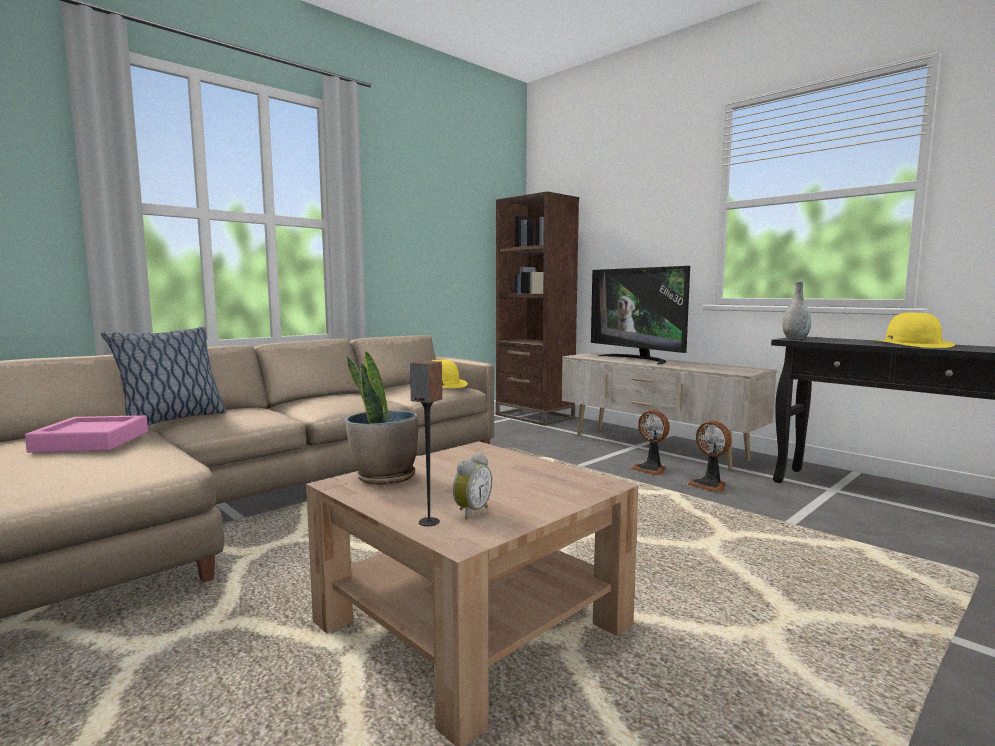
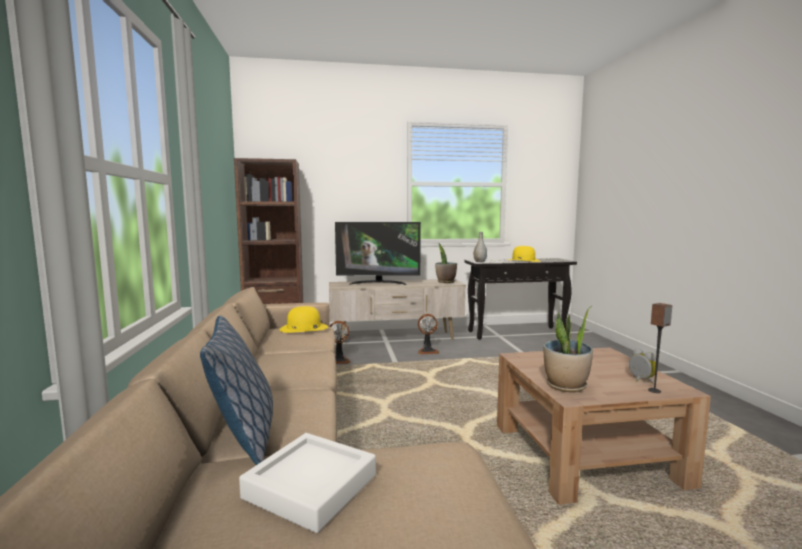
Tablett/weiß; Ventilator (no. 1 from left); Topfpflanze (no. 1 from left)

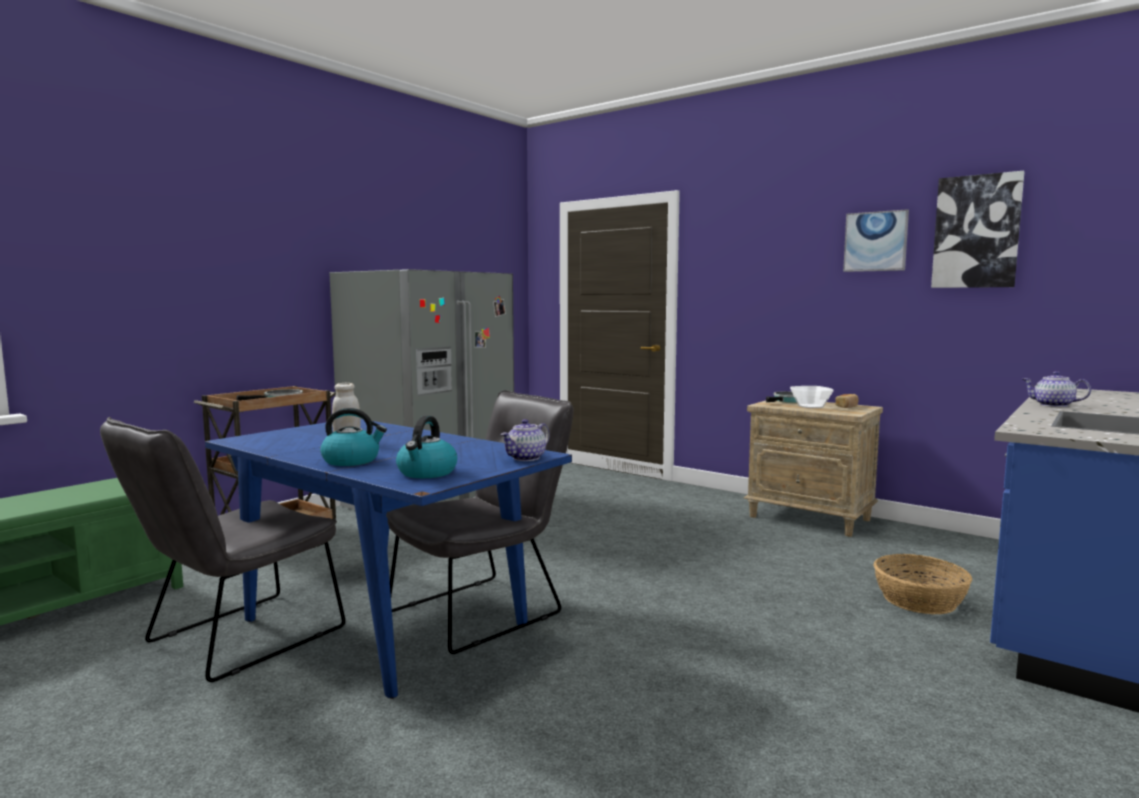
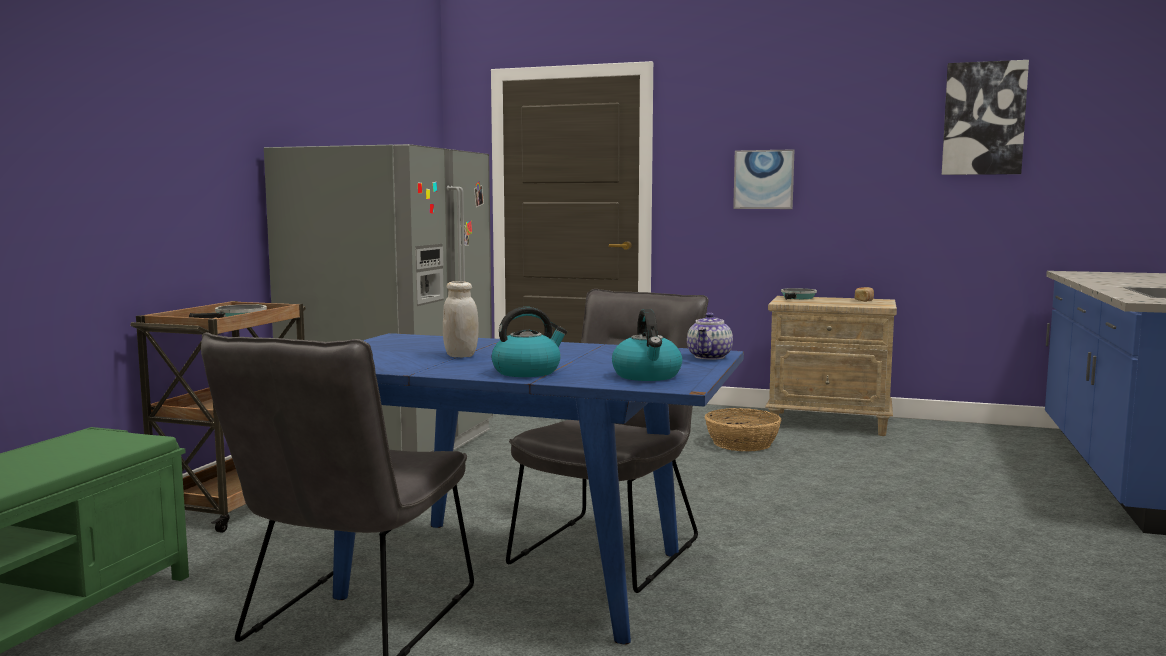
Schüssel; Bild (no. 1 from left); Korb; Teekanne (no. 2 from left in the first image)

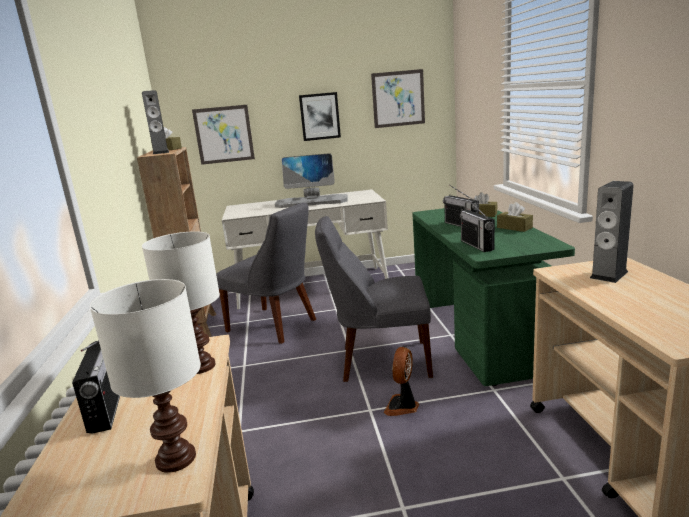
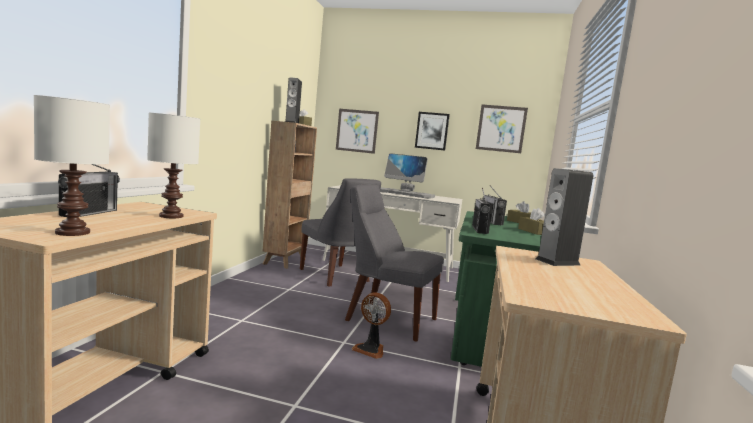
Ventilator

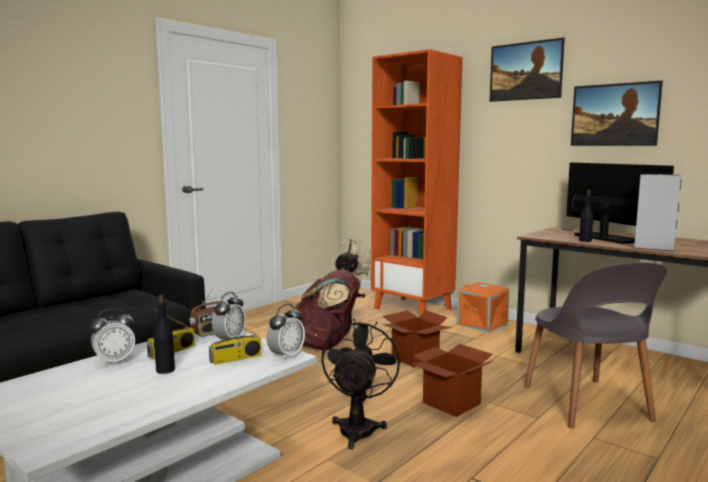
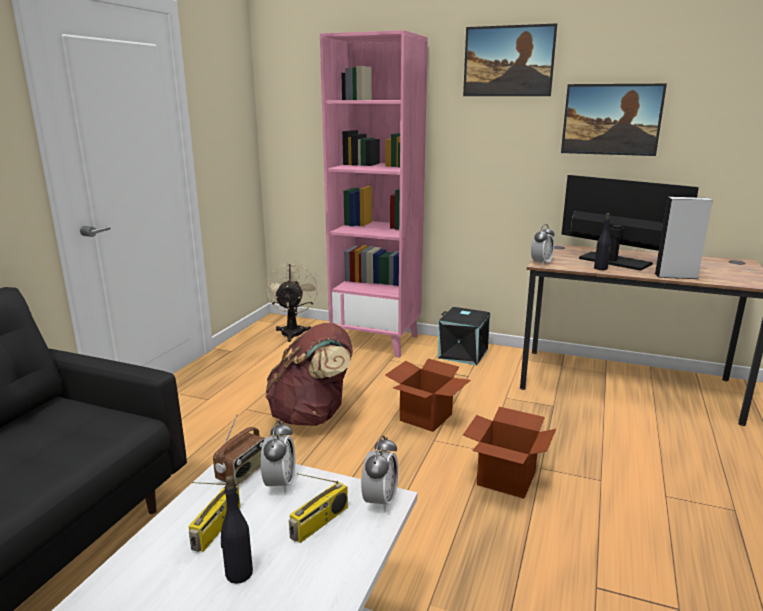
Wecker (no. 3 from left); Ventilator/schwarz; Bücherregal/rosa; Aufbewahrungsbox/schwarz; Stuhl/grau

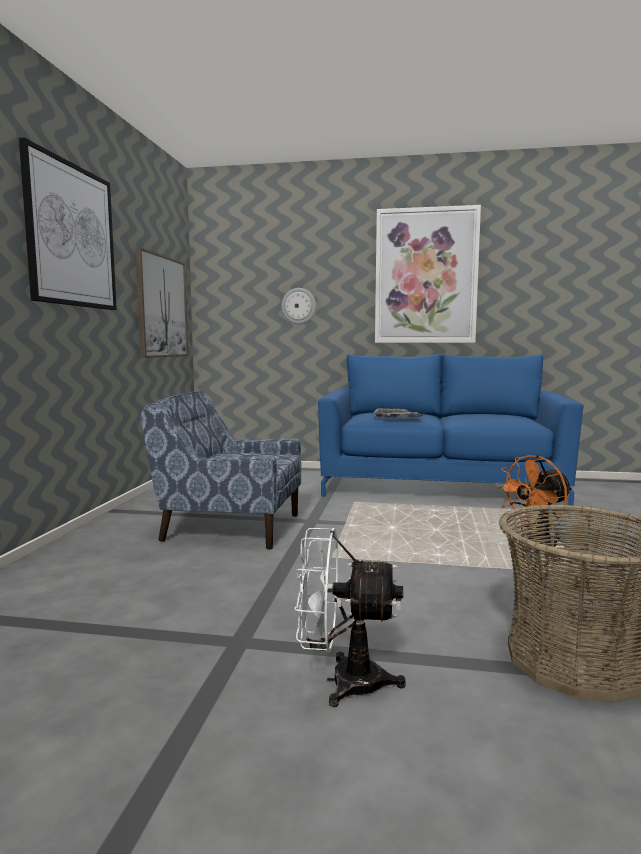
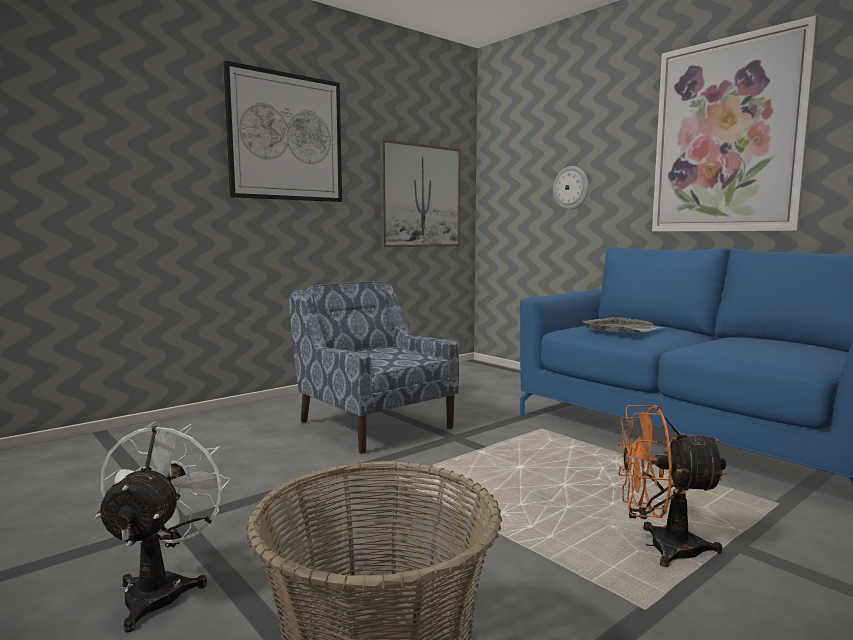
Ventilator/weiß

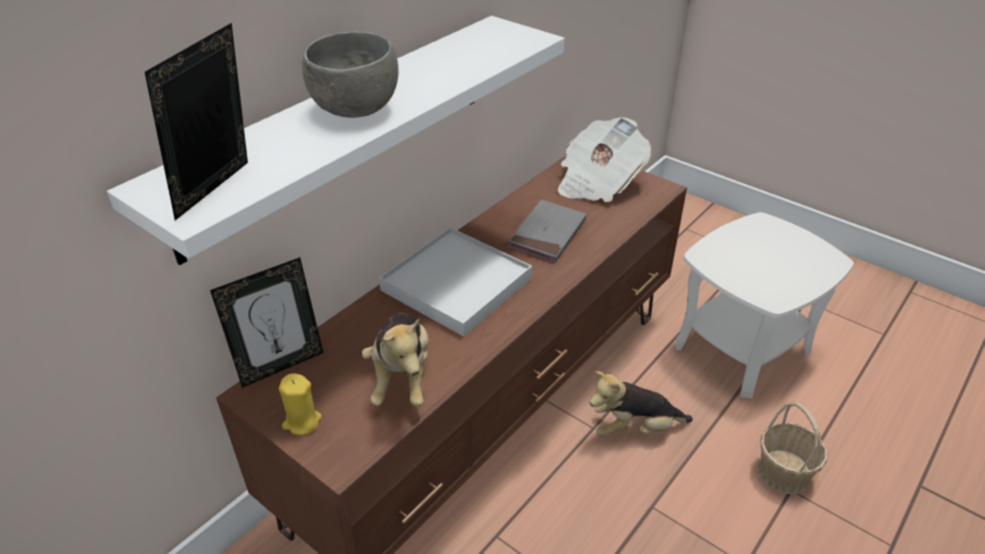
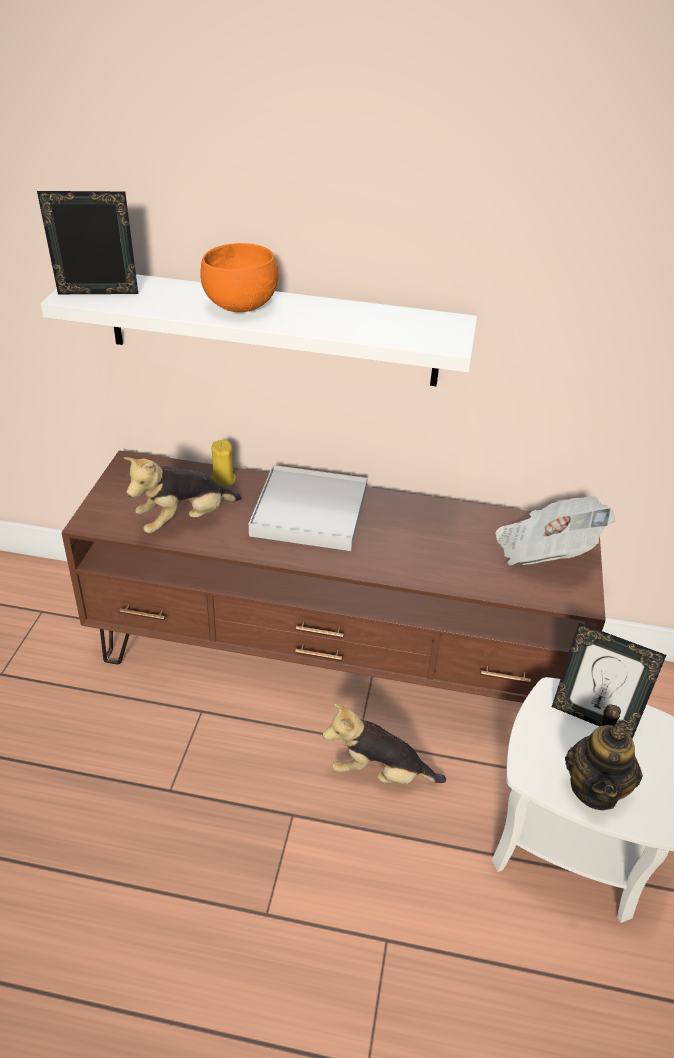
Bilderrahmen (no. 2 from left); Kerze/gelb; Schüssel/orange; Buch/grau; Plüschtier (no. 2 from left); Korb; Teekanne

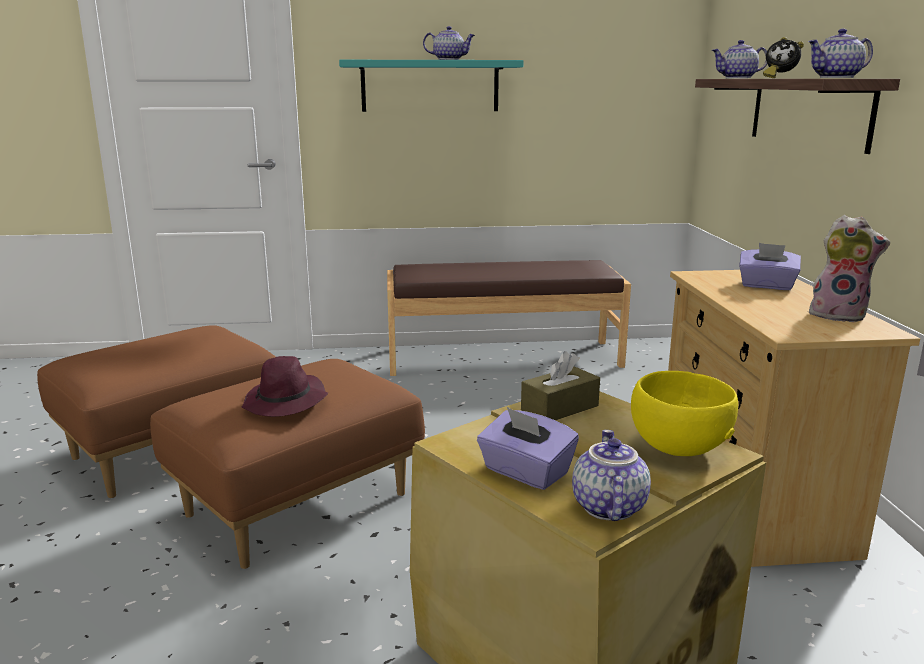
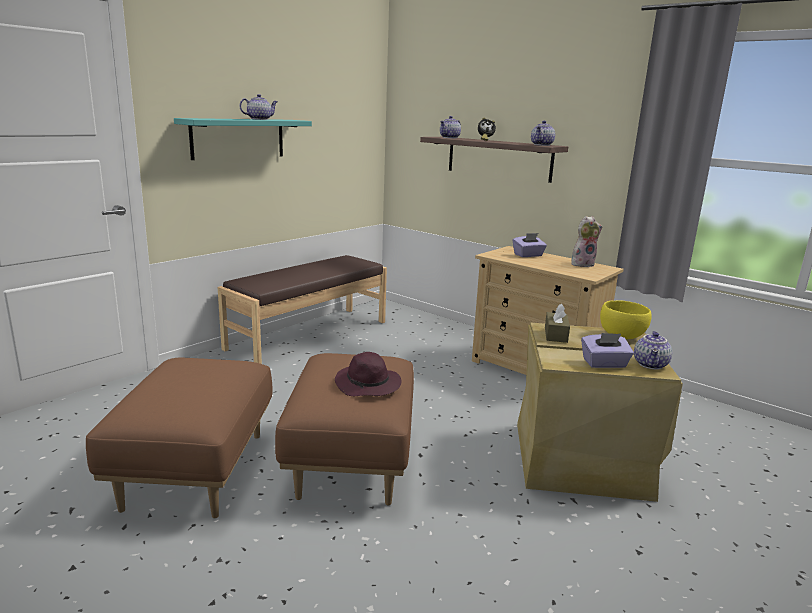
Teekanne (no. 4 from left)

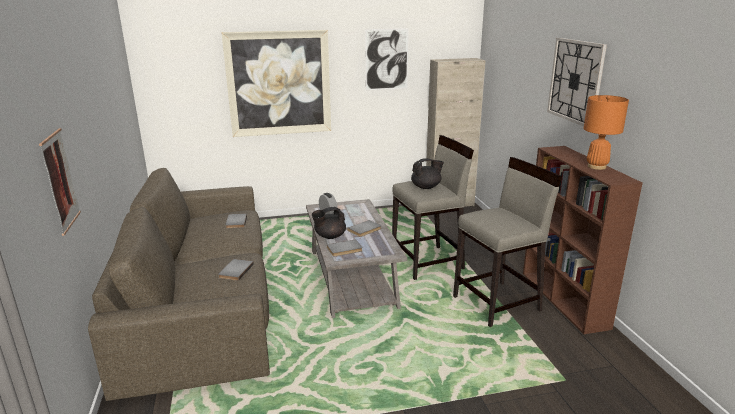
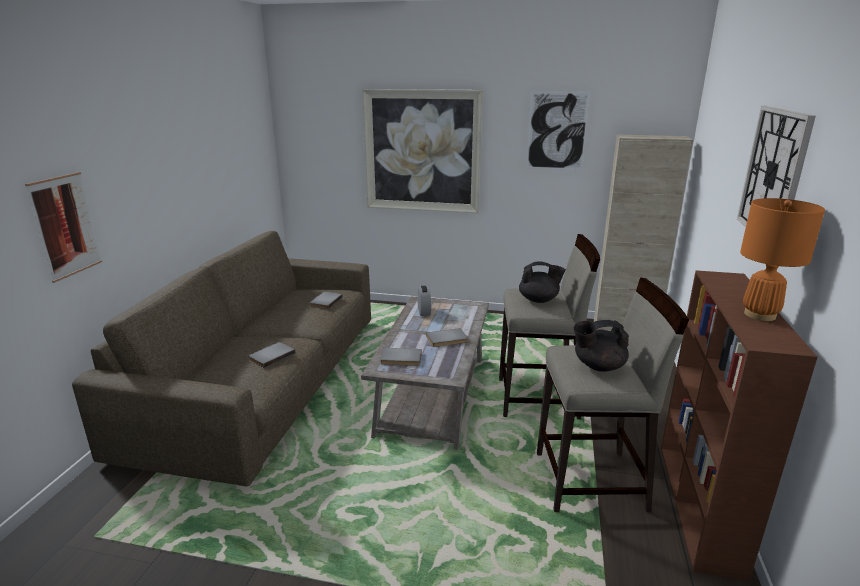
Teekanne/schwarz (no. 2 from left)

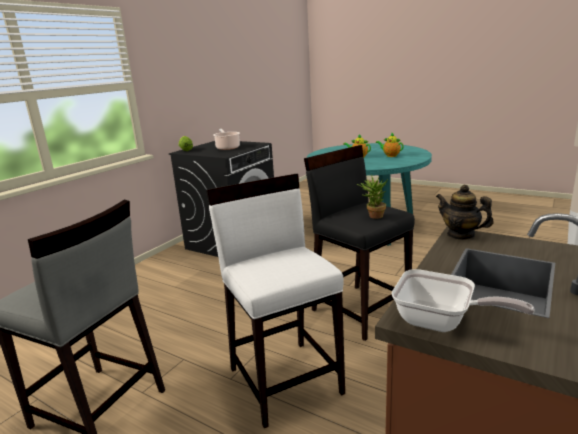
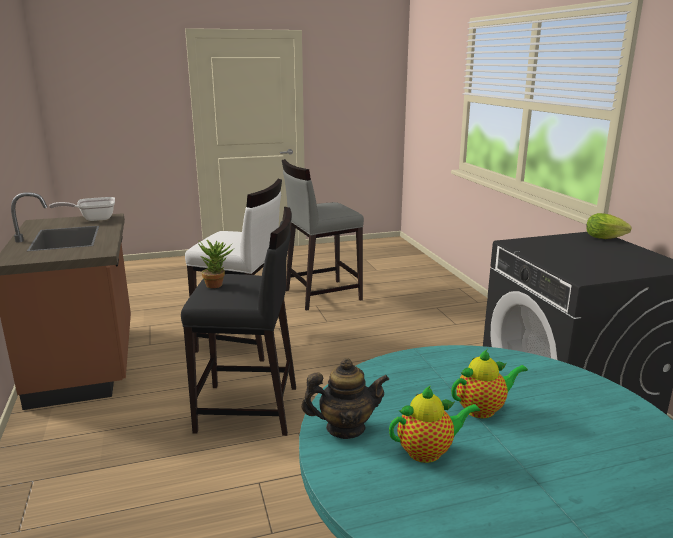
Kochtopf; Teekanne (no. 1 from left)

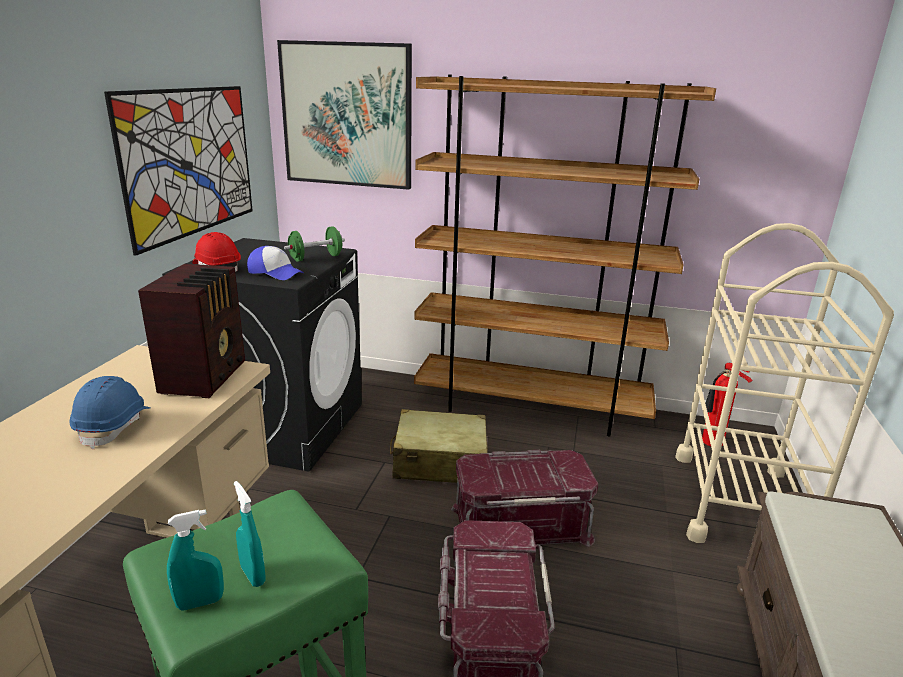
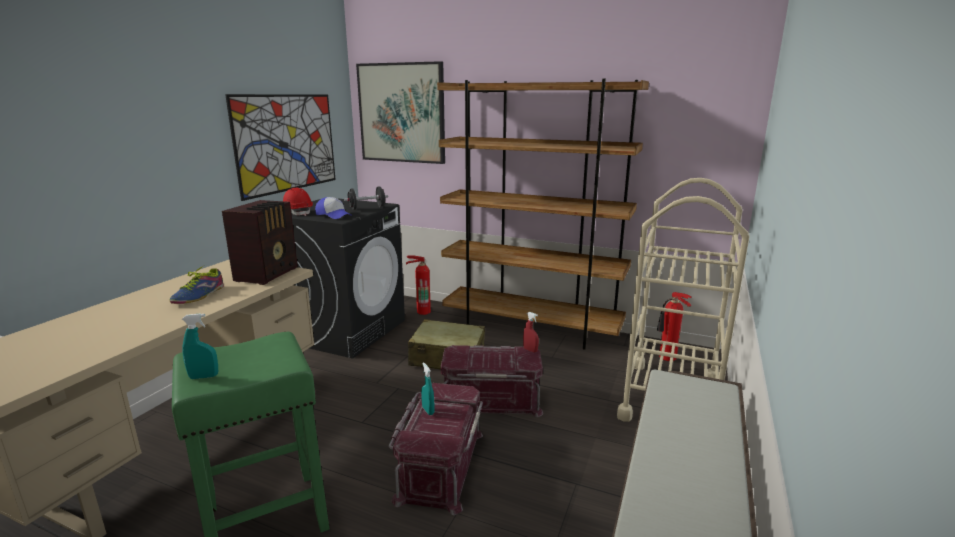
Schuh; Sprühflasche/türkis (no. 2 from left); Hantel/schwarz; Feuerlöscher (no. 1 from left); Sprühflasche/rot

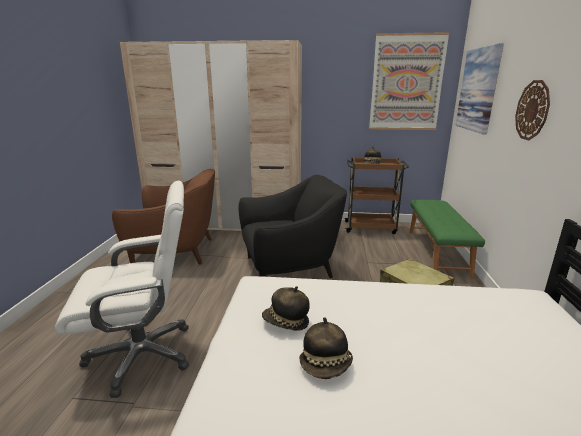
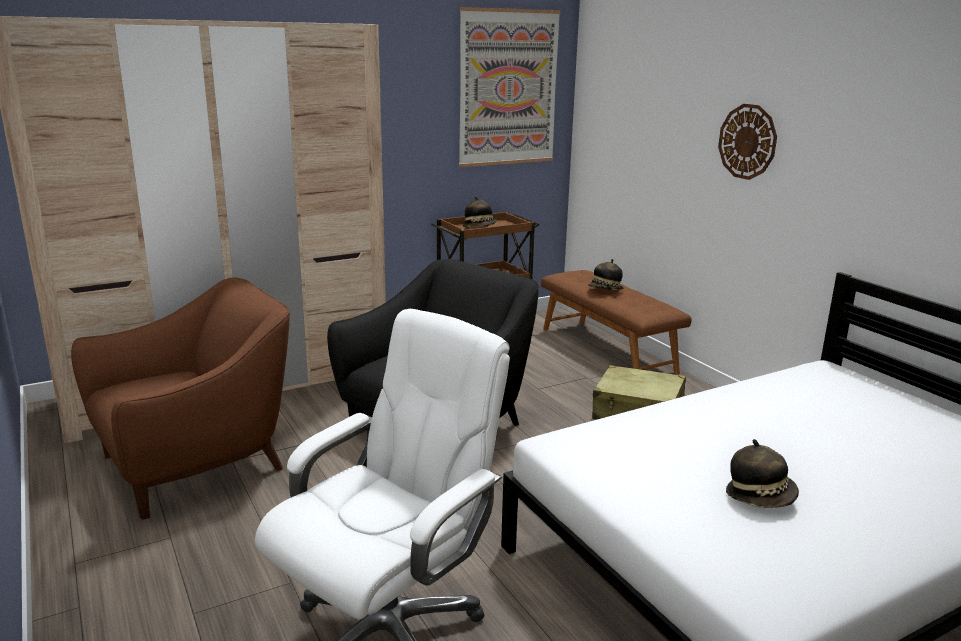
Hut (no. 2 from left); Bank/braun; Bild (no. 2 from left in the first image)

